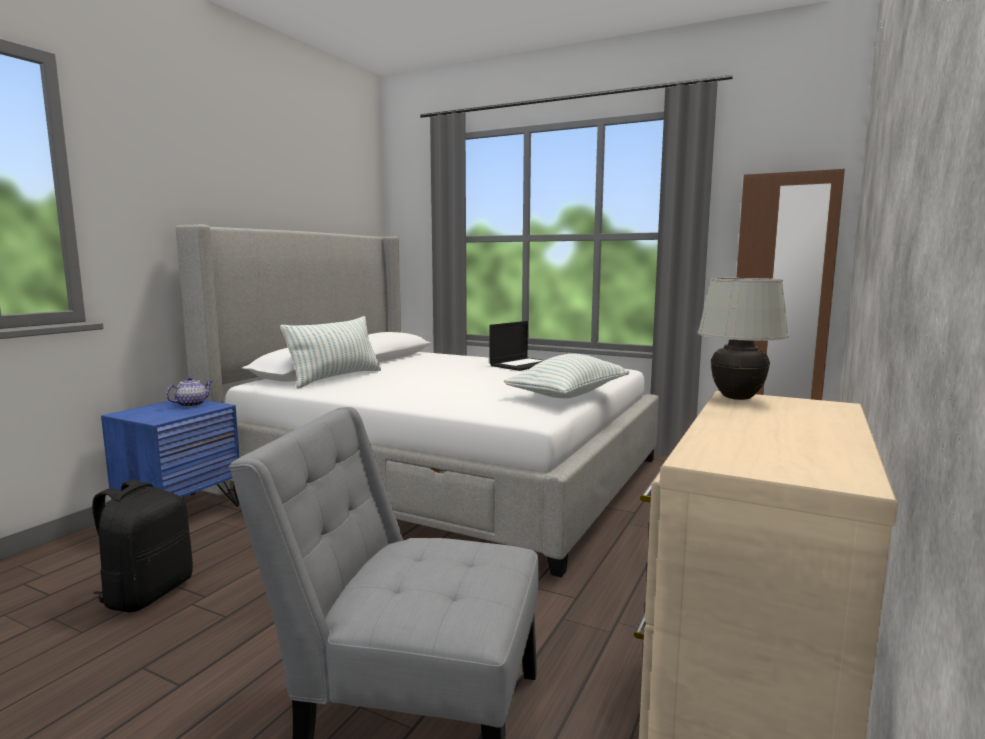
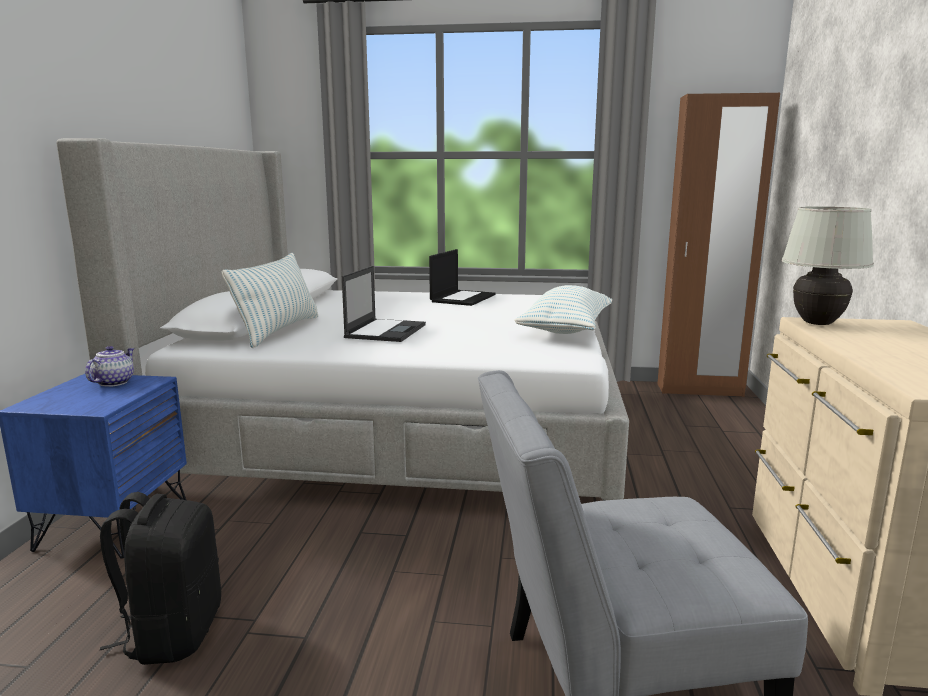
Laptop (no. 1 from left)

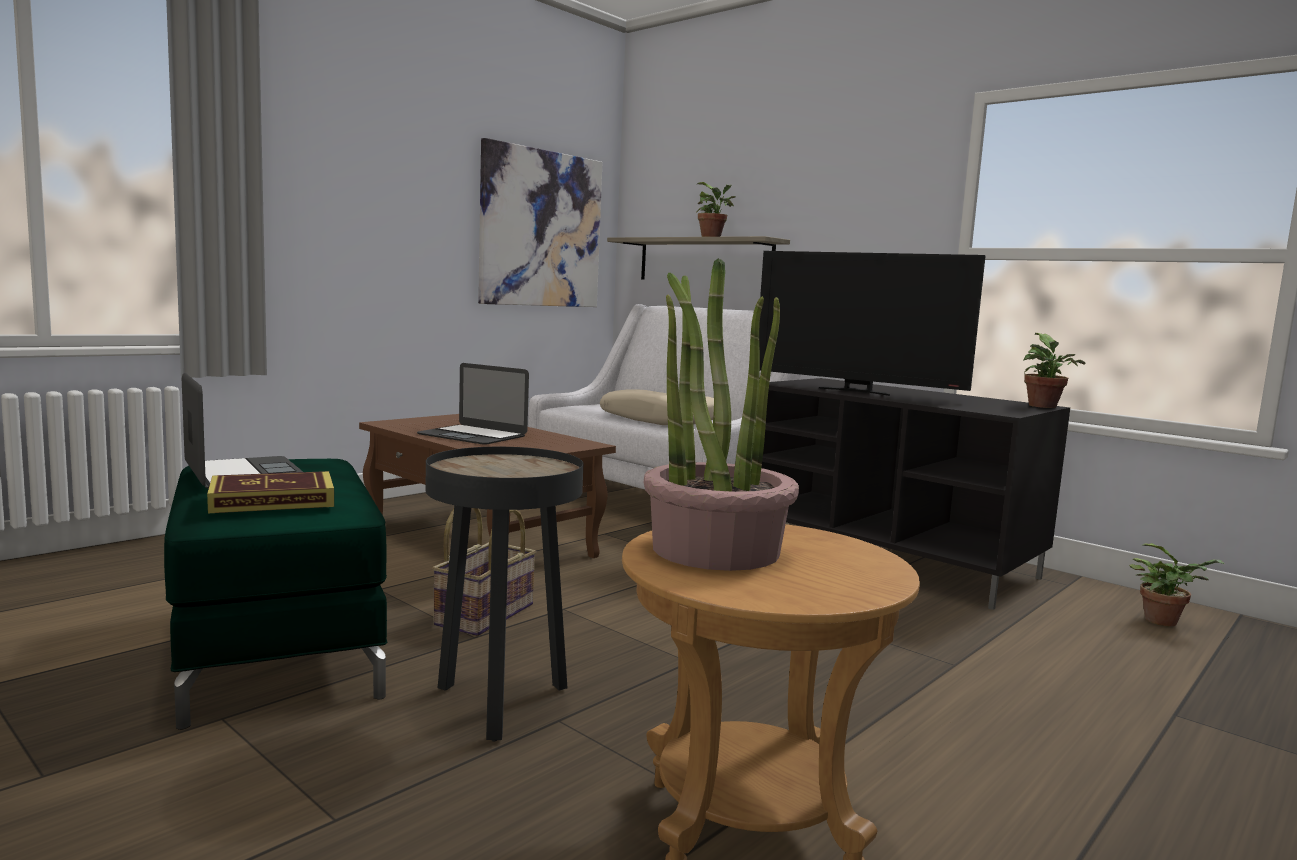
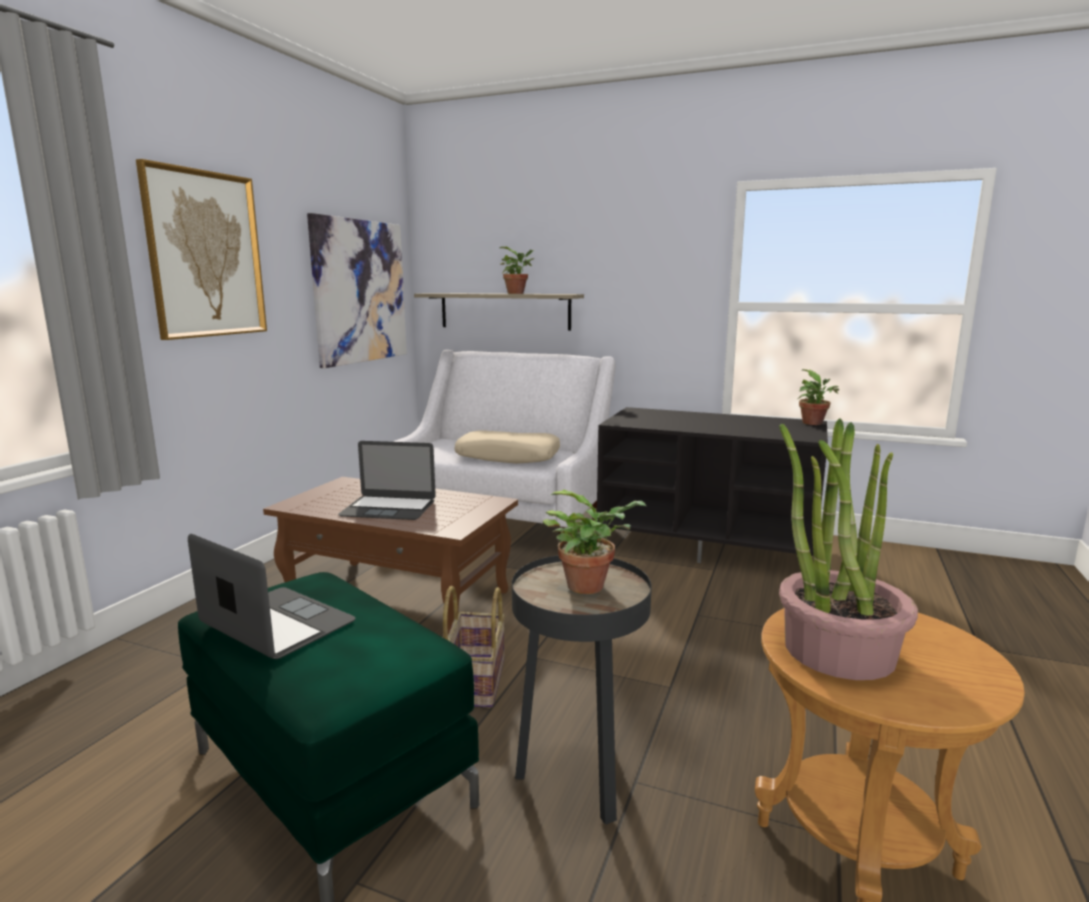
Buch; Fernseher; Topfpflanze (no. 2 from left); Bild (no. 1 from left)

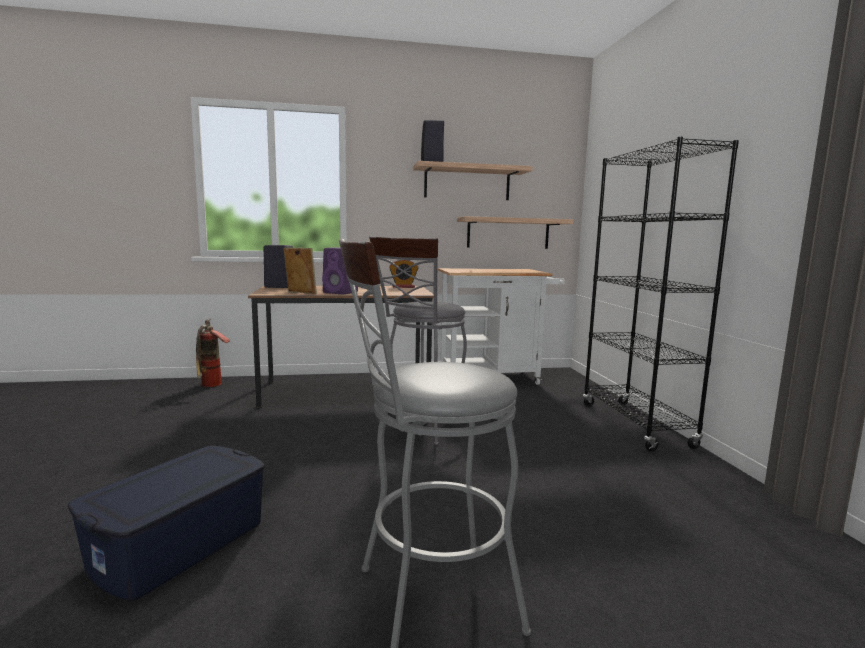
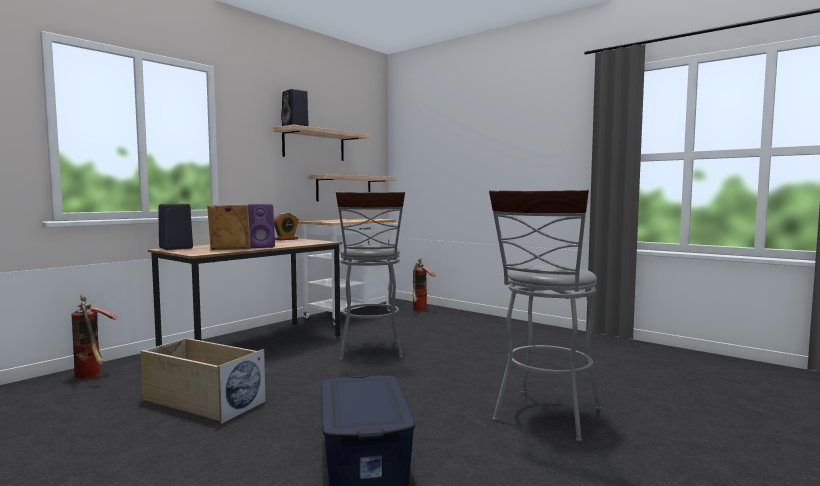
Bücherregal/schwarz; Aufbewahrungsbox/beige; Feuerlöscher (no. 2 from left)

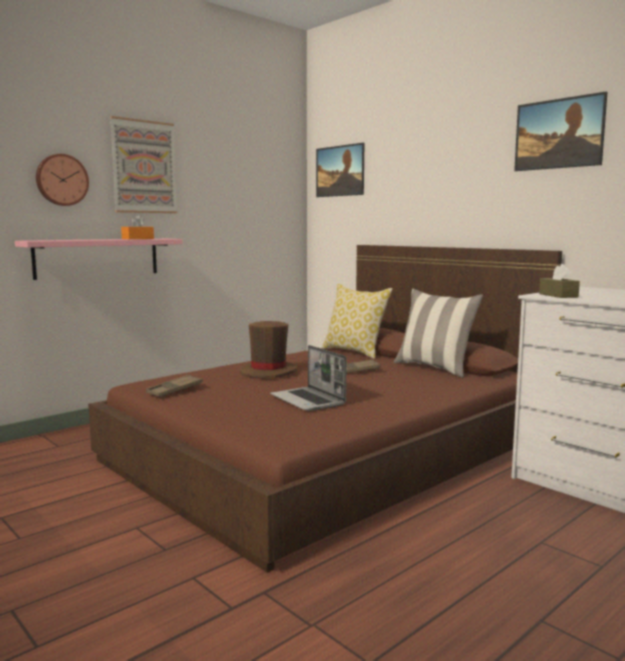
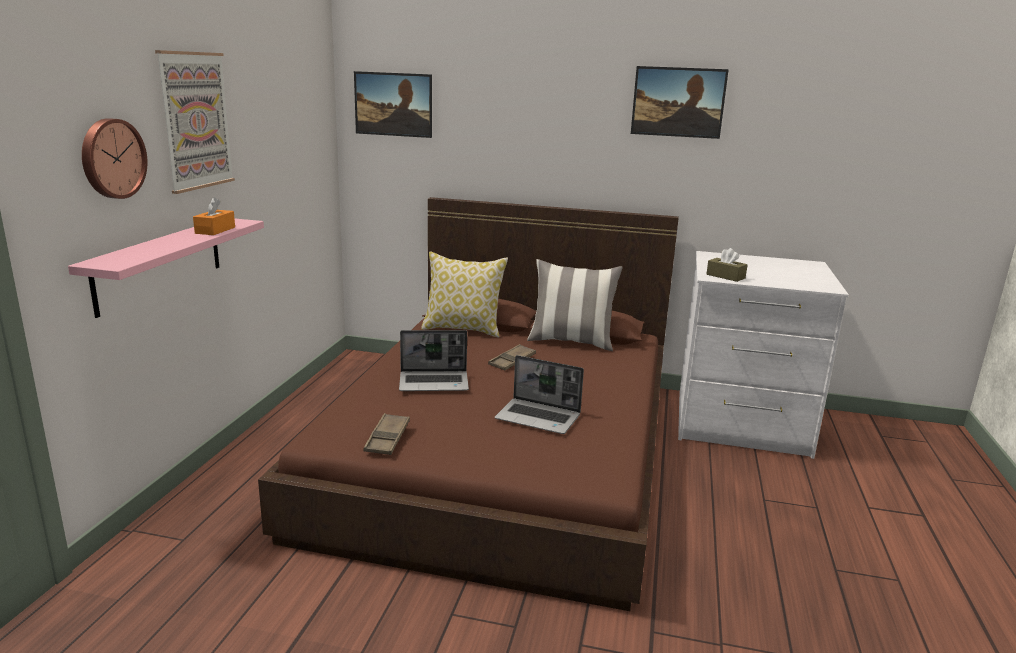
Laptop (no. 1 from left)

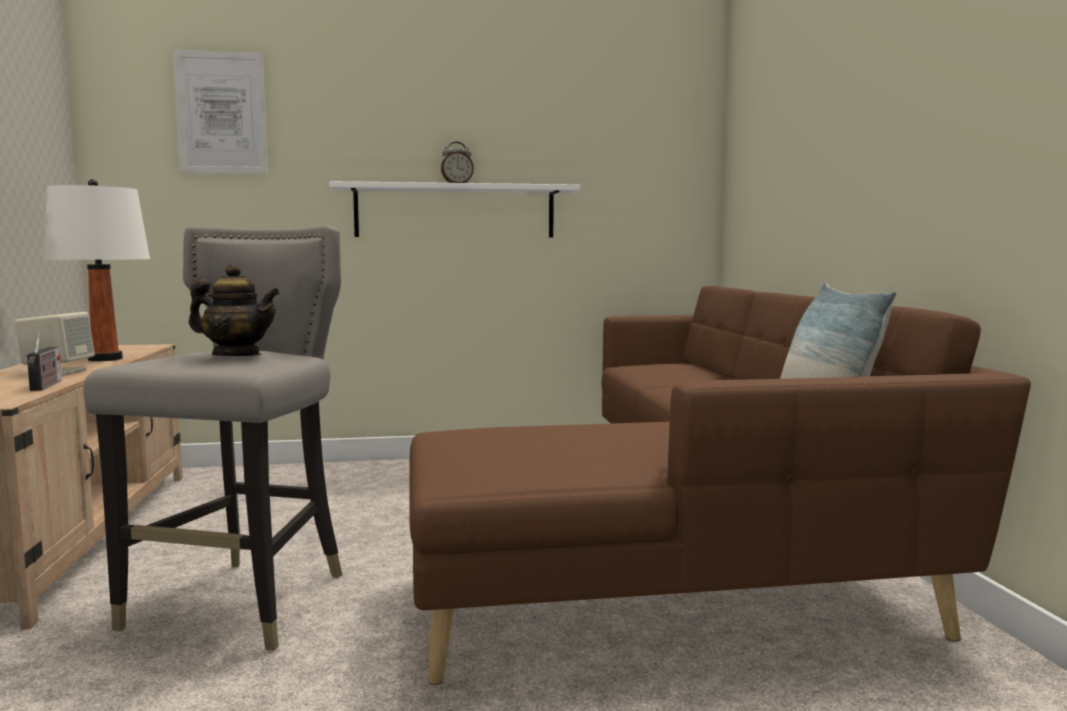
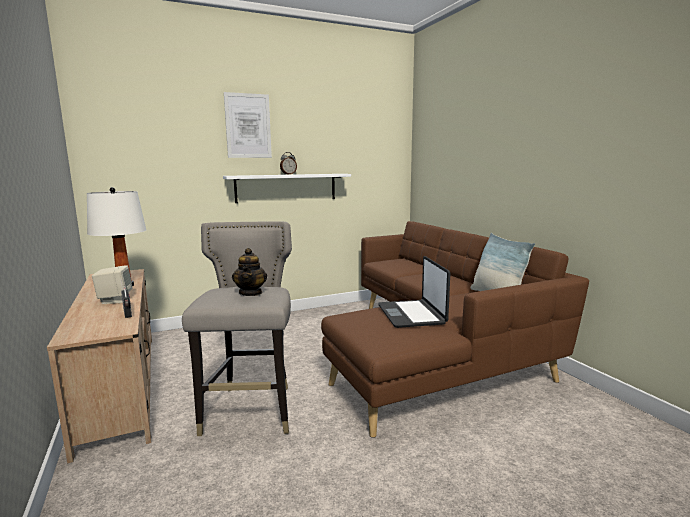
Bild; Teekanne; Laptop

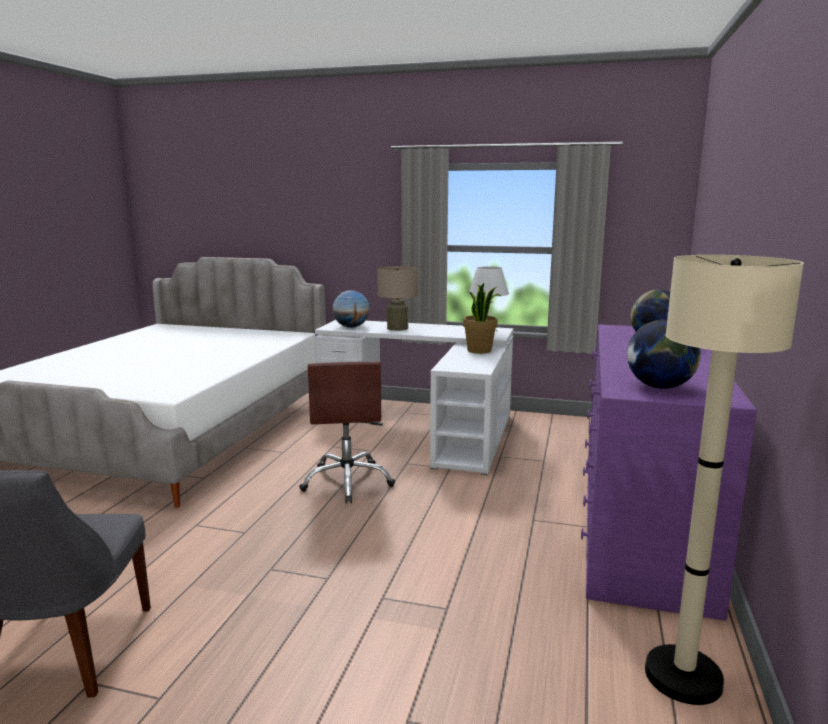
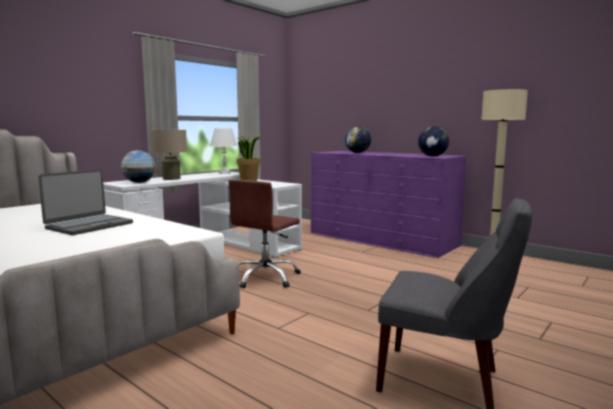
Bürostuhl/braun; Laptop

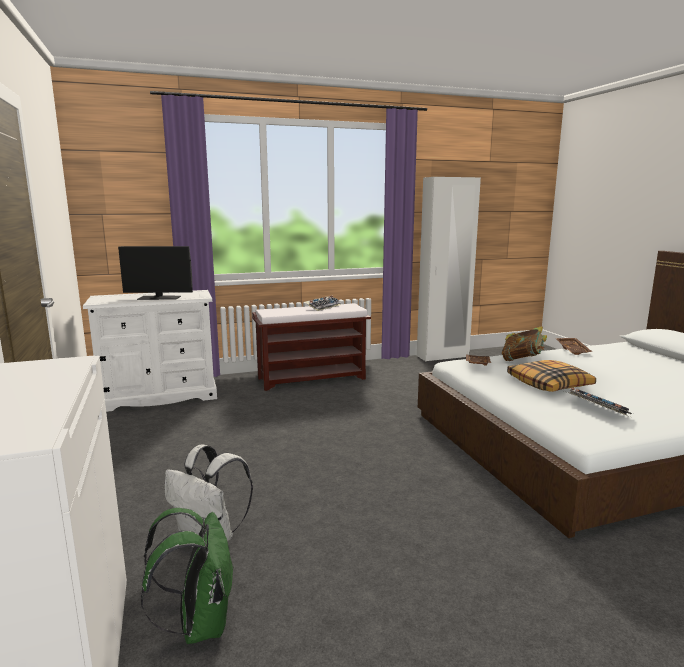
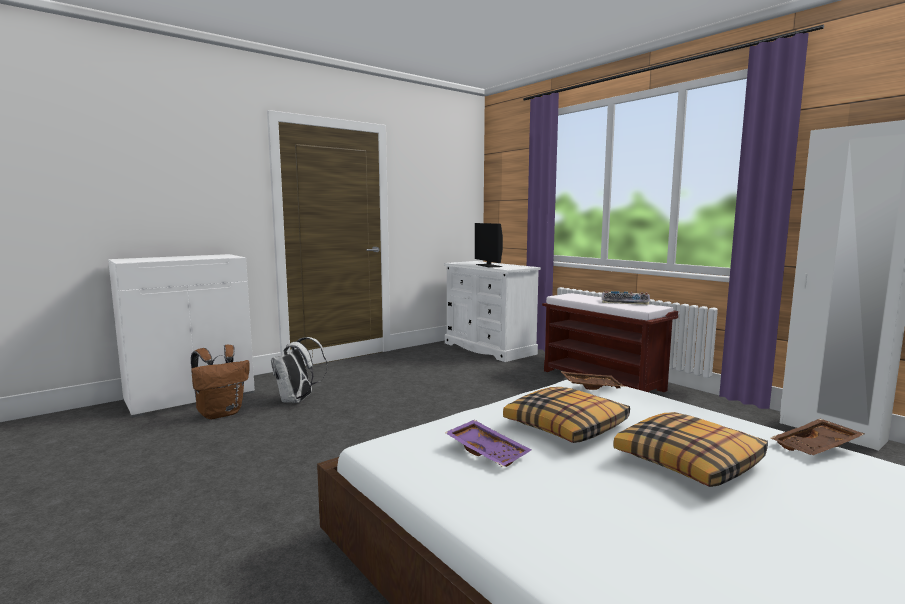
Rucksack/braun; Buch; Tablett/lila; Kissen (no. 2 from left)

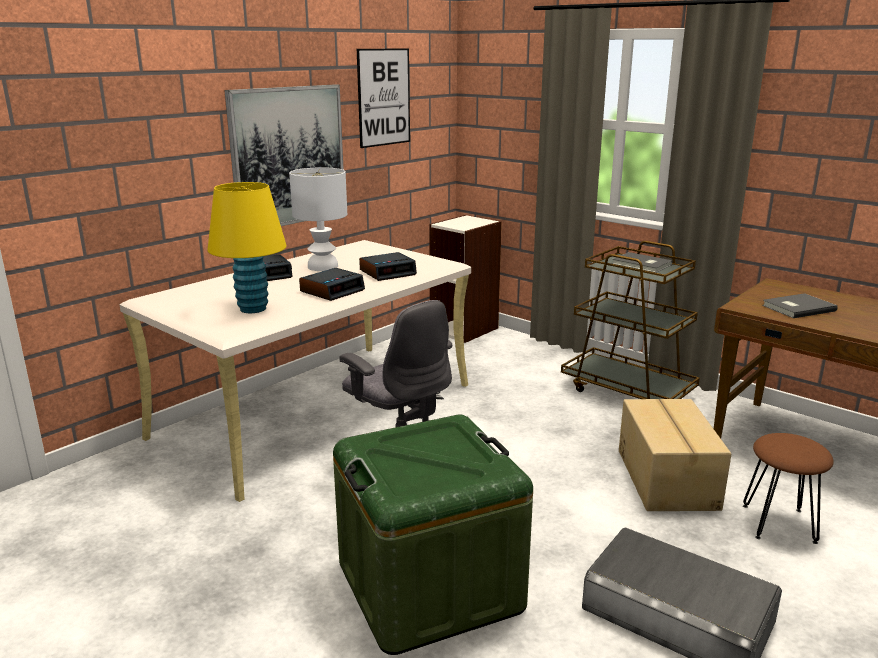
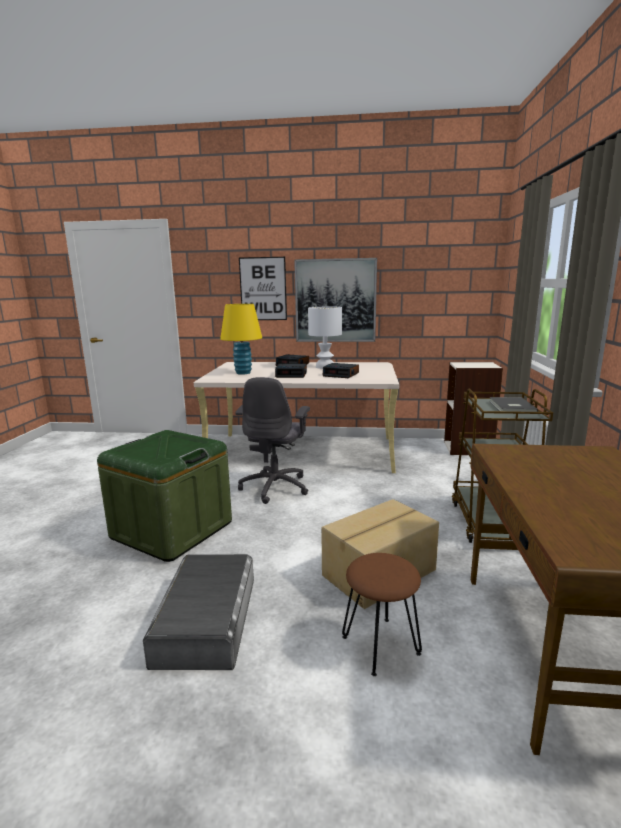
Bild (no. 1 from left); Buch/grau (no. 2 from left in the first image)

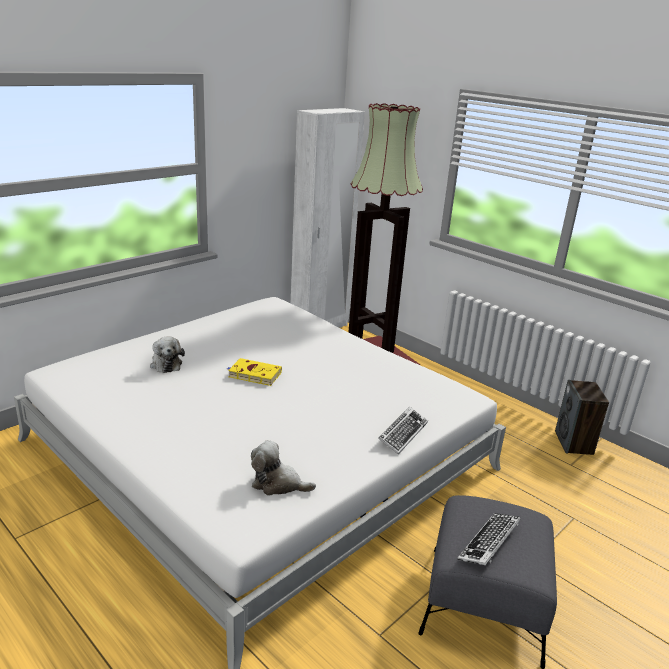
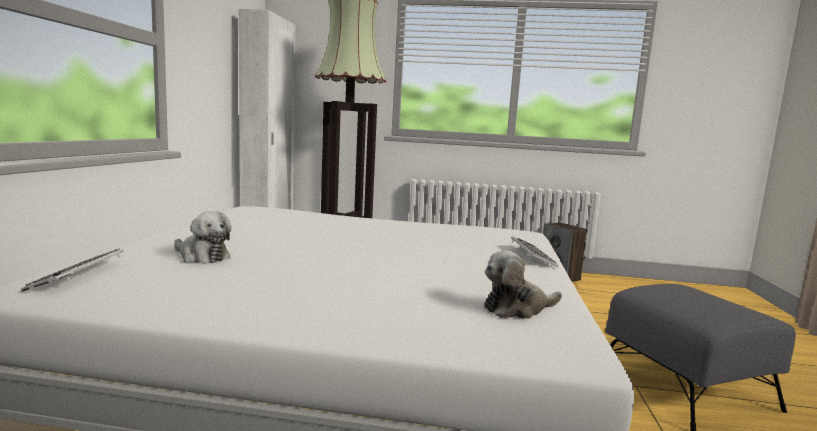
Buch/gelb; Tastatur (no. 1 from left)

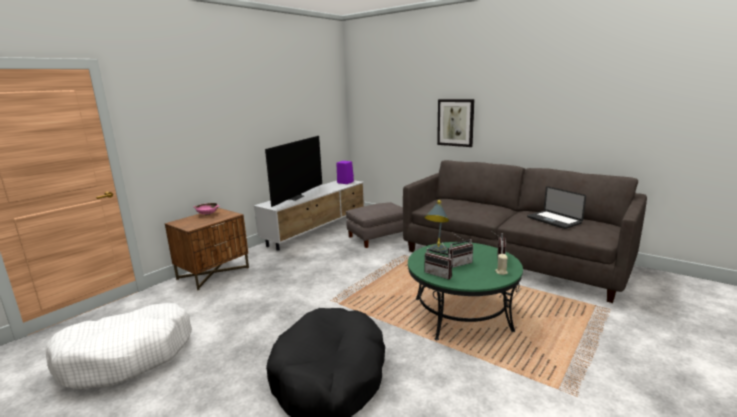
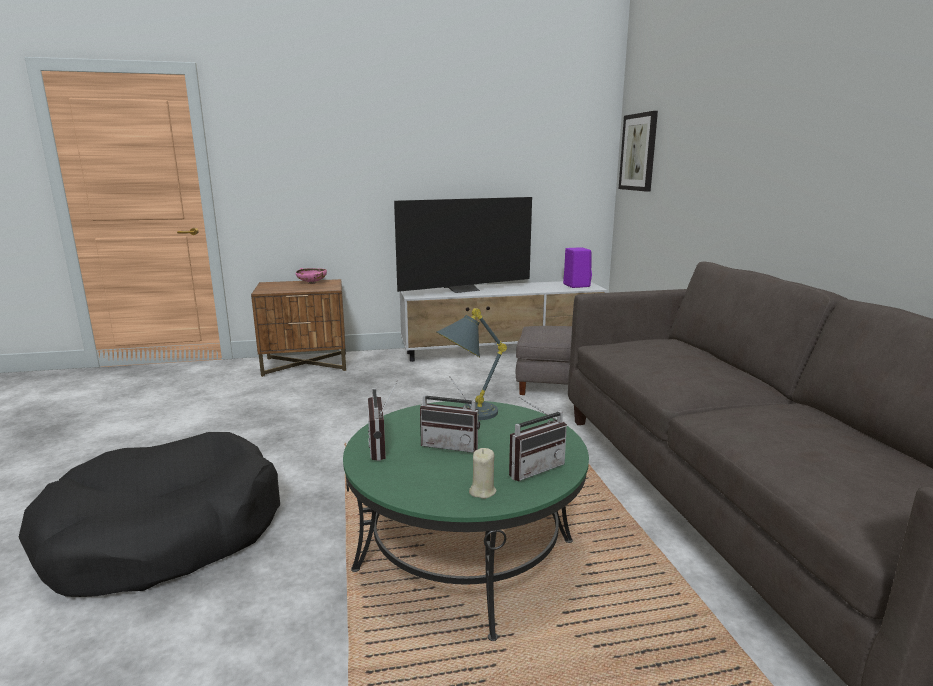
Hundebett/weiß; Bild; Laptop

